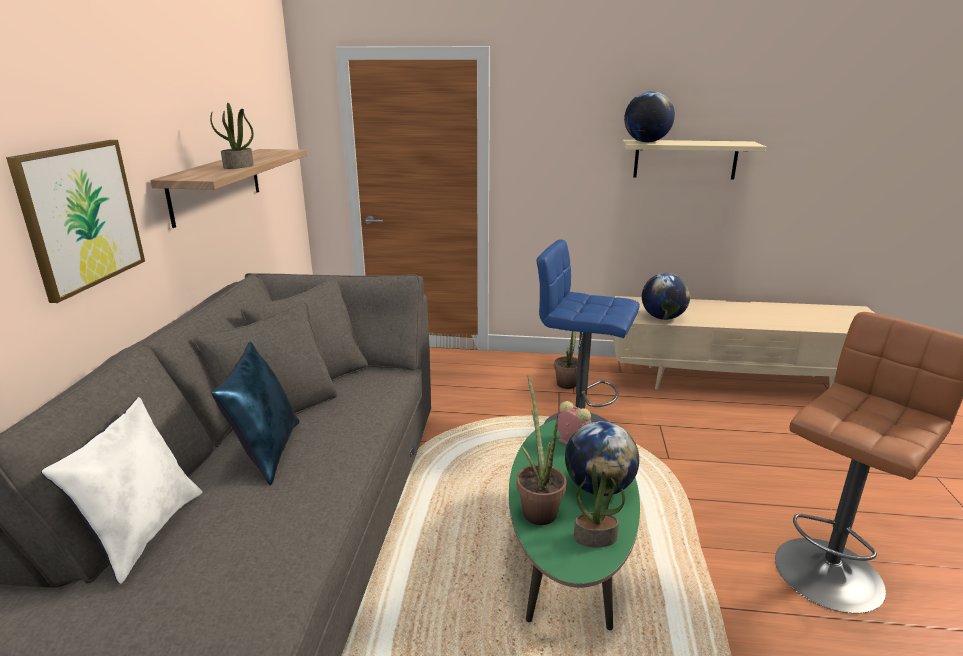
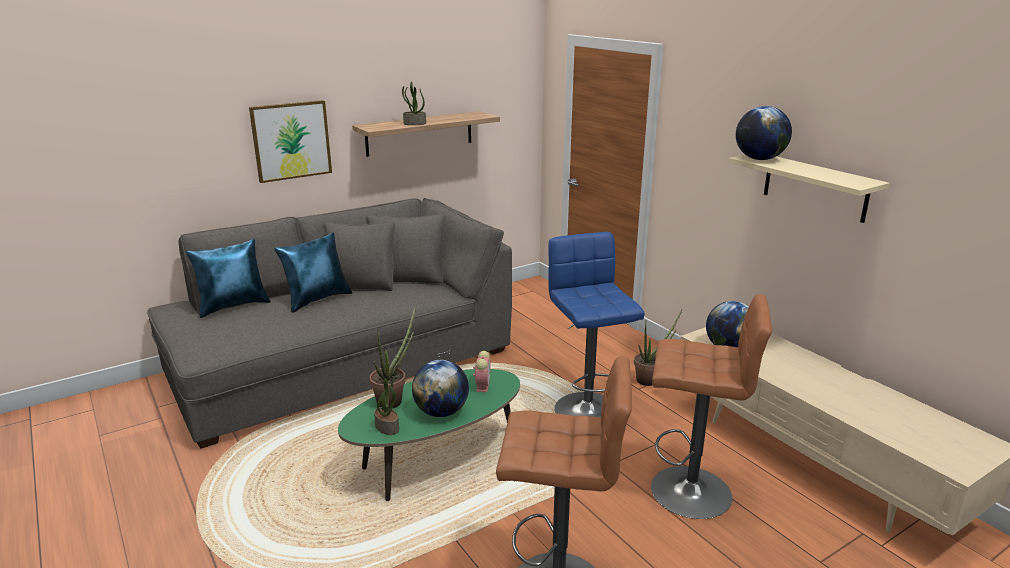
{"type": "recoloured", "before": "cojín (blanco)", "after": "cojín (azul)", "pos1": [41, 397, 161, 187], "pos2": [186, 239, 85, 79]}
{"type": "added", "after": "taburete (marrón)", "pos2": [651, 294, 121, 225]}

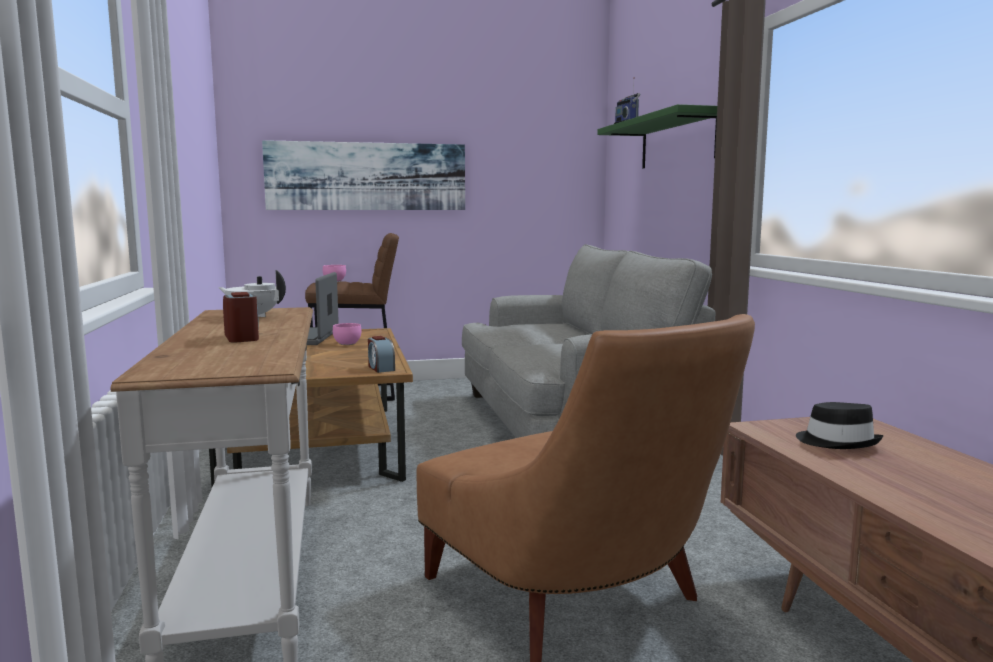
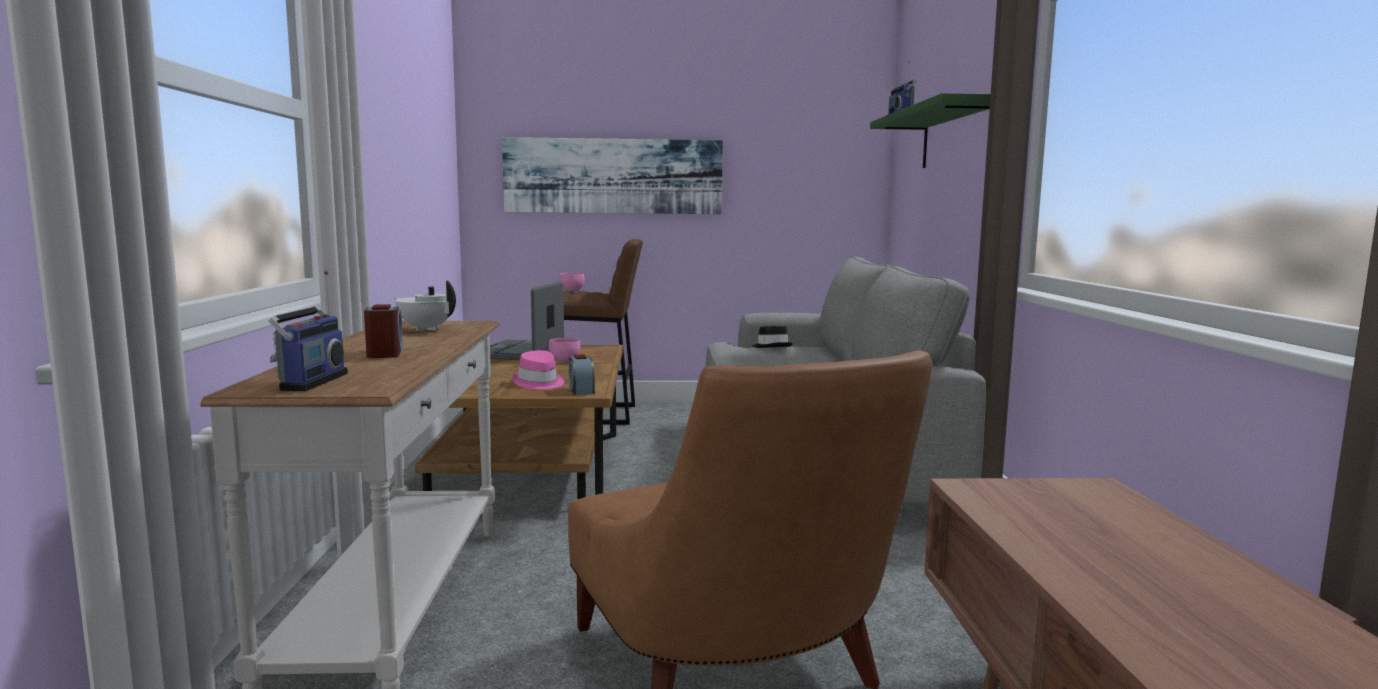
{"type": "moved", "before": "sombrero (negro)", "pos1": [796, 402, 87, 47], "pos2": [752, 326, 41, 22]}
{"type": "added", "after": "radio", "pos2": [269, 271, 79, 120]}
{"type": "added", "after": "sombrero (rosa)", "pos2": [512, 350, 52, 39]}

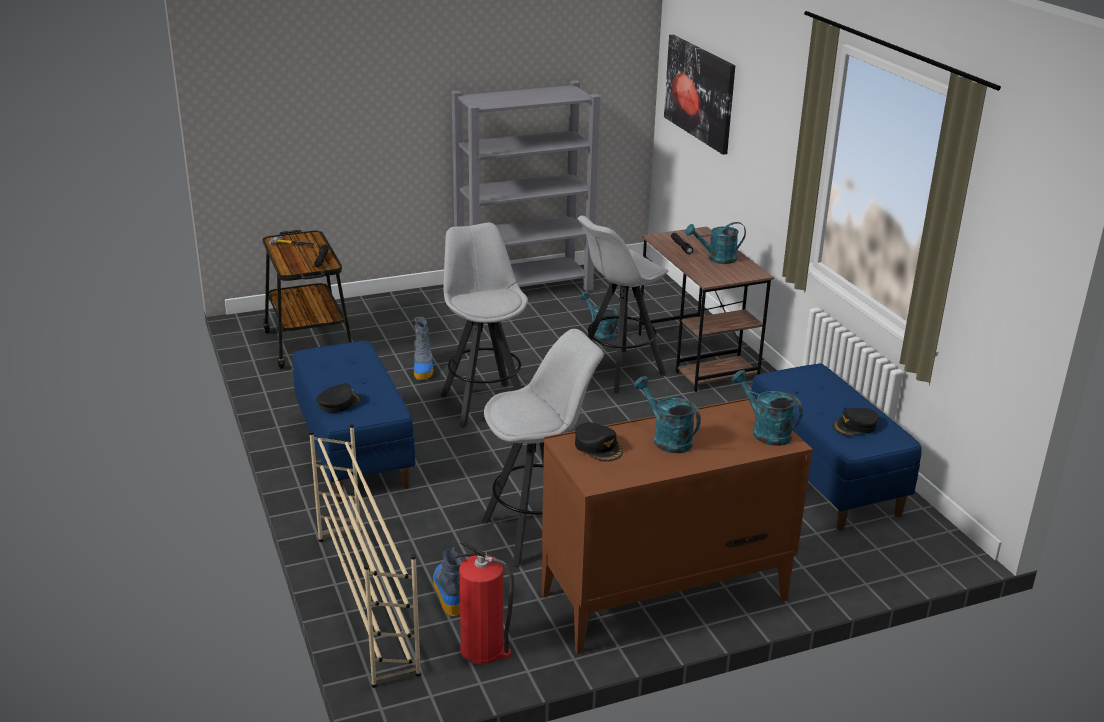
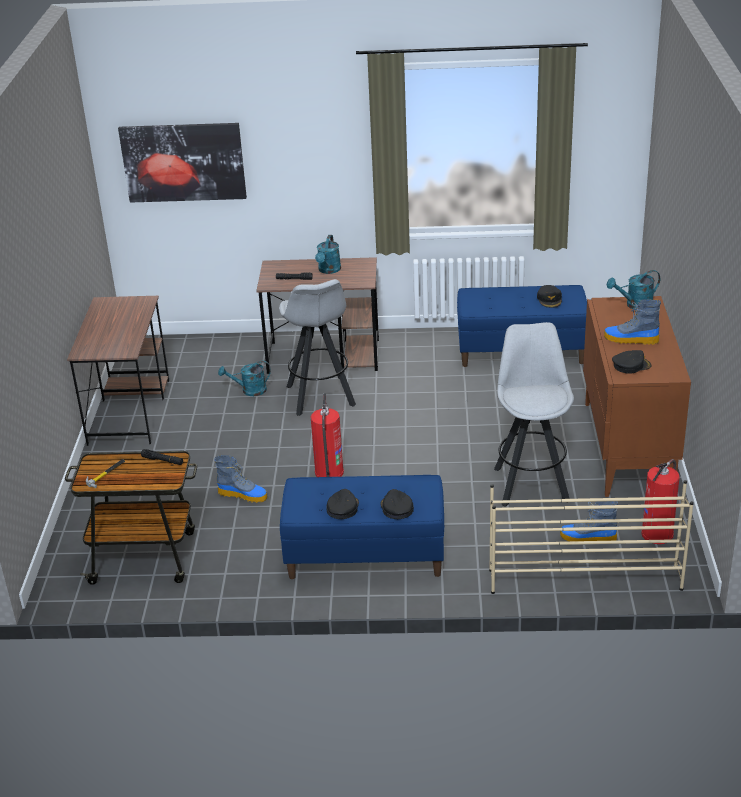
{"type": "replaced", "before": "estantería (gris)", "after": "escritorio (marrón)", "pos1": [452, 80, 149, 211], "pos2": [67, 296, 102, 150]}
{"type": "replaced", "before": "taburete (gris)", "after": "extintor", "pos1": [441, 223, 87, 205], "pos2": [311, 393, 33, 84]}
{"type": "replaced", "before": "regadera (turquesa)", "after": "bota", "pos1": [634, 376, 67, 77], "pos2": [604, 300, 57, 45]}
{"type": "added", "after": "gorra (negro)", "pos2": [326, 489, 33, 30]}

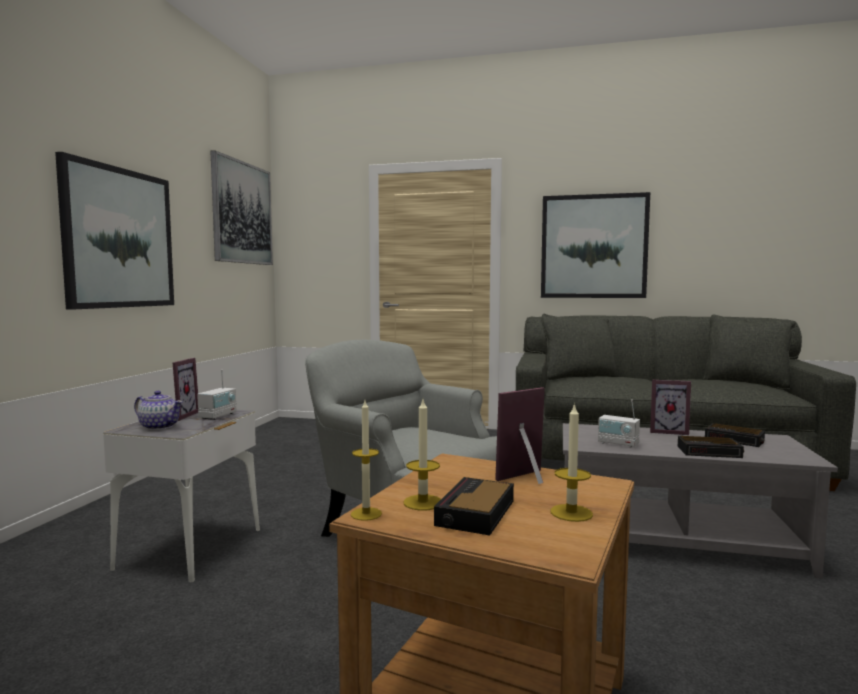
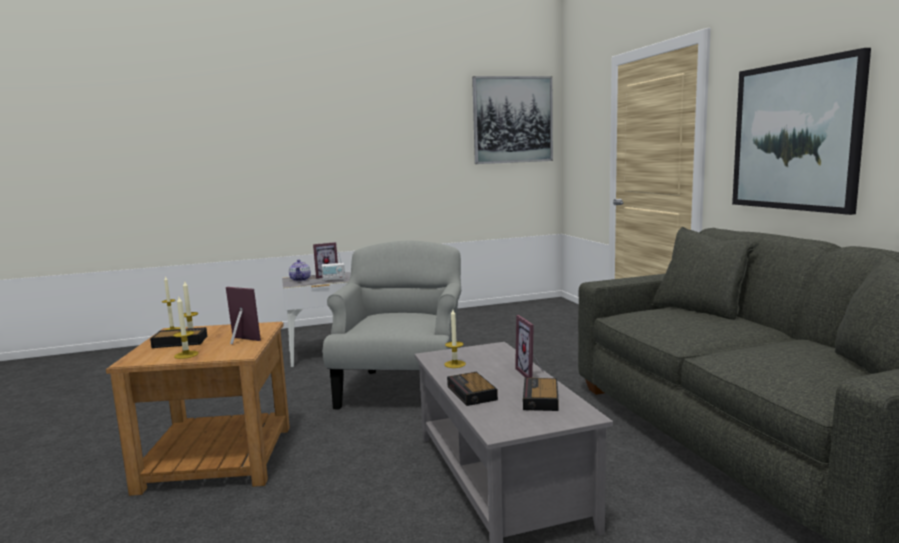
{"type": "removed", "before": "cuadro", "pos1": [55, 152, 119, 158]}
{"type": "replaced", "before": "radio", "after": "vela", "pos1": [598, 399, 42, 49], "pos2": [445, 310, 21, 58]}

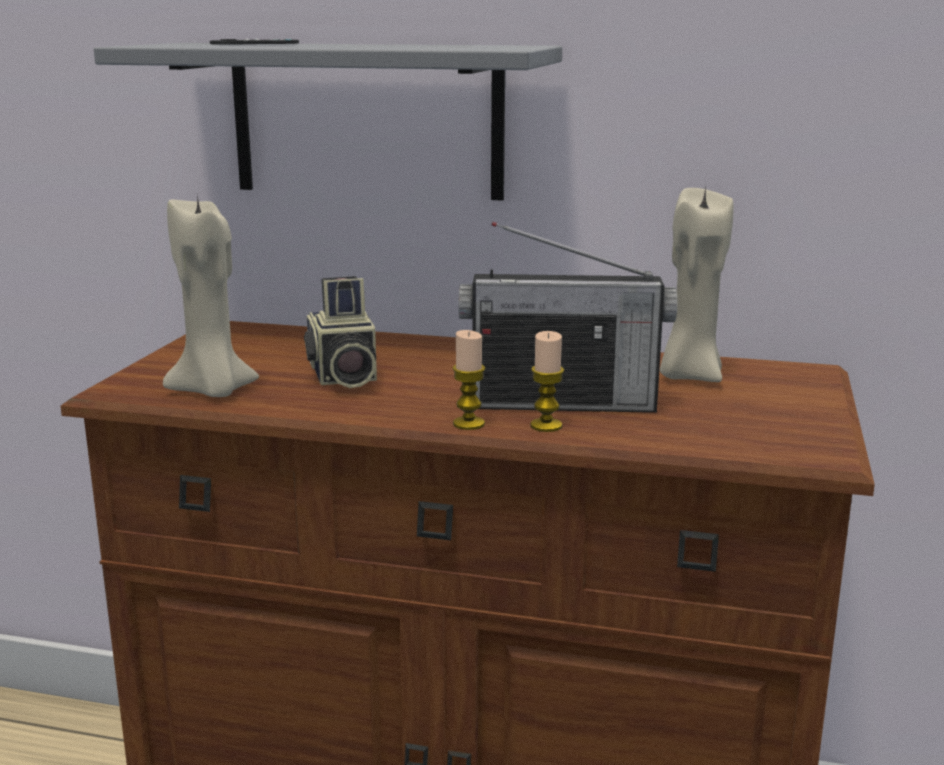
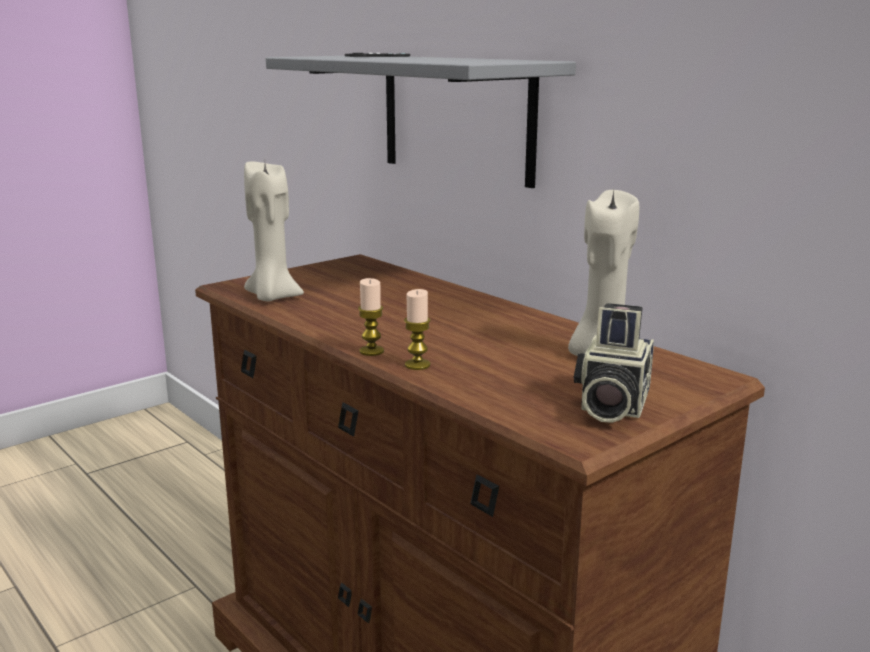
{"type": "removed", "before": "radio", "pos1": [459, 222, 218, 191]}
{"type": "moved", "before": "cámara", "pos1": [304, 276, 73, 112], "pos2": [574, 303, 80, 120]}

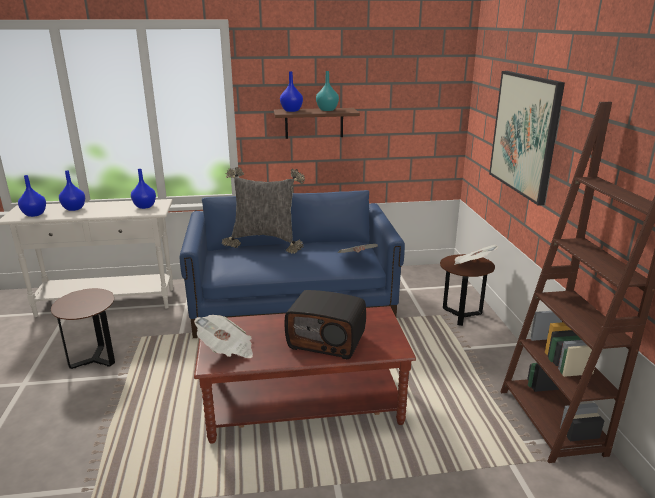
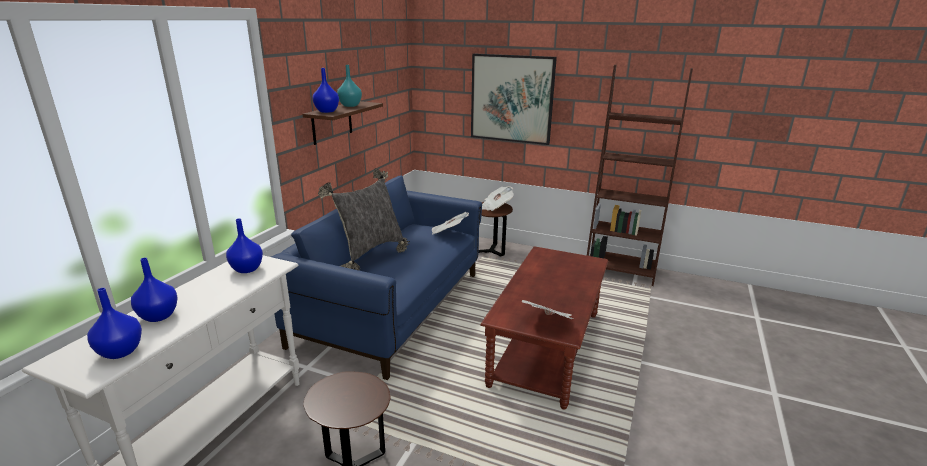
{"type": "removed", "before": "radio", "pos1": [285, 290, 81, 69]}

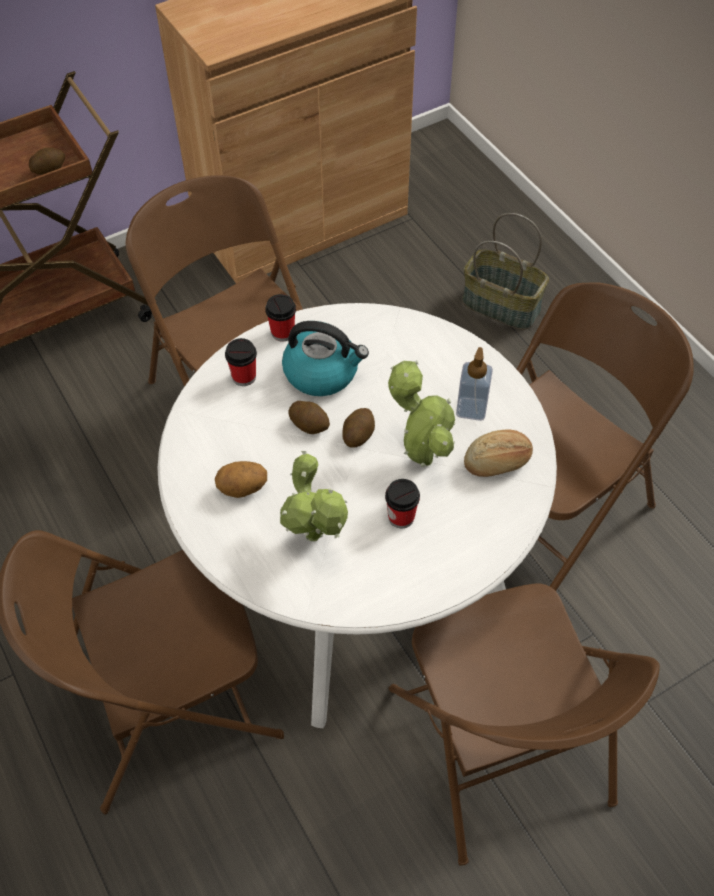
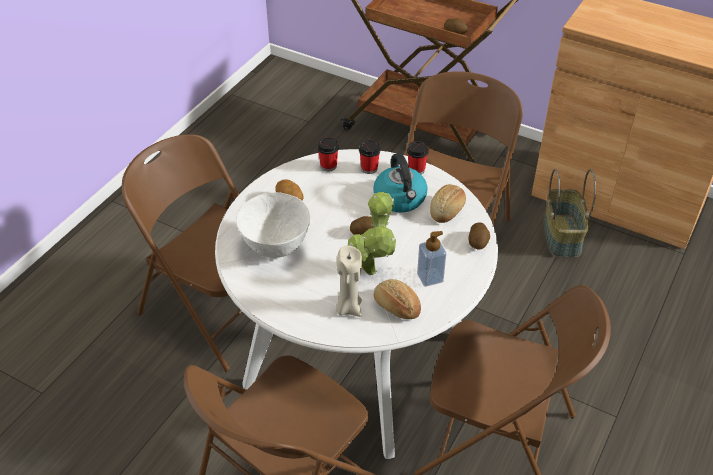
{"type": "moved", "before": "cesta", "pos1": [462, 213, 87, 117], "pos2": [543, 169, 53, 88]}
{"type": "moved", "before": "patata", "pos1": [288, 401, 42, 33], "pos2": [468, 223, 22, 27]}
{"type": "replaced", "before": "planta en maceta", "after": "cuenco (blanco)", "pos1": [280, 451, 68, 90], "pos2": [236, 192, 75, 66]}
{"type": "moved", "before": "taza", "pos1": [385, 479, 35, 49], "pos2": [317, 137, 22, 34]}
{"type": "added", "after": "pan", "pos2": [430, 184, 36, 39]}
{"type": "added", "after": "vela (beis)", "pos2": [336, 245, 26, 72]}

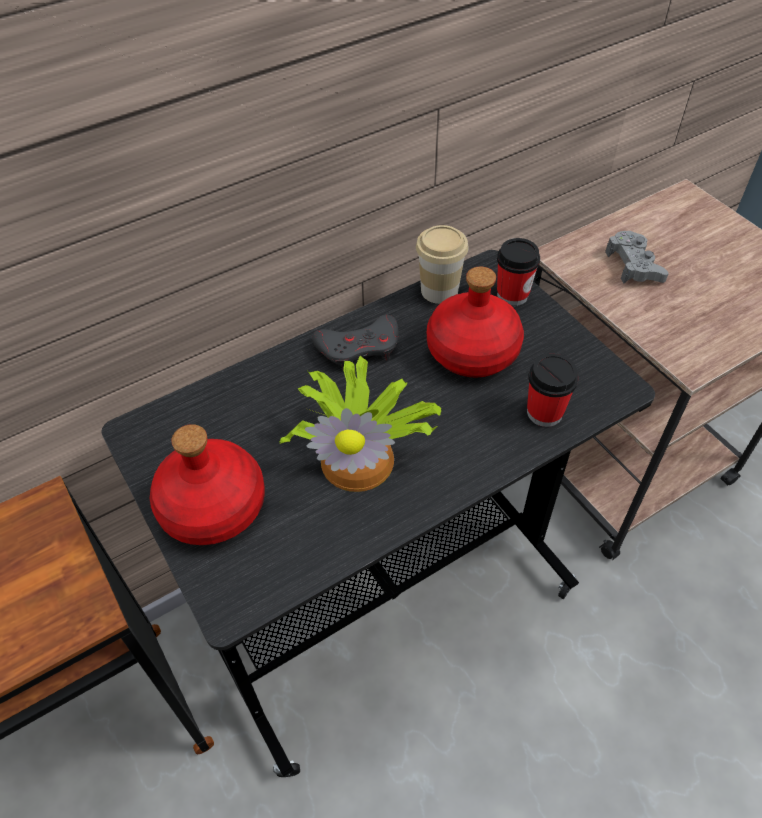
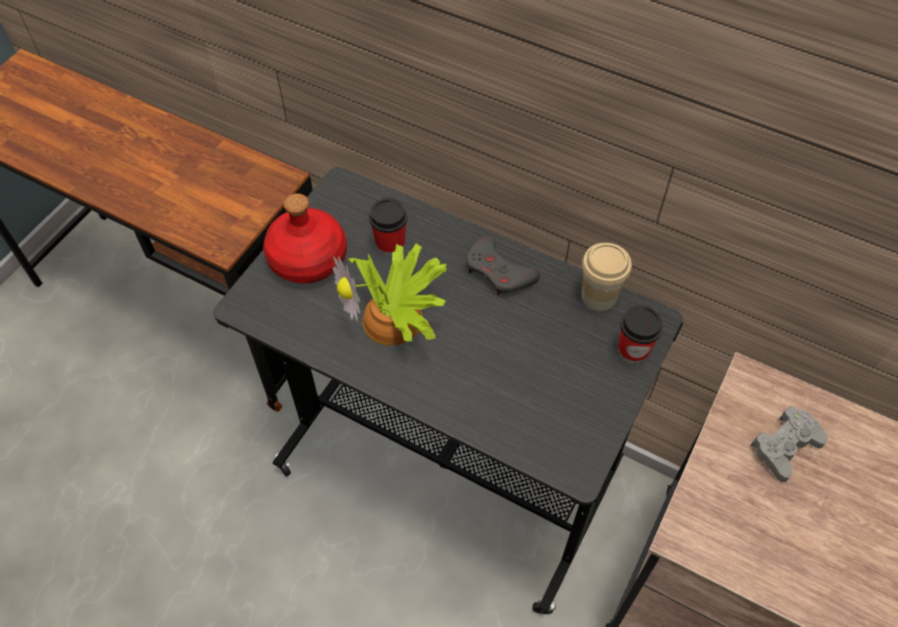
{"type": "removed", "before": "botella (rojo)", "pos1": [427, 267, 97, 111]}
{"type": "moved", "before": "taza", "pos1": [527, 354, 51, 73], "pos2": [369, 198, 38, 58]}

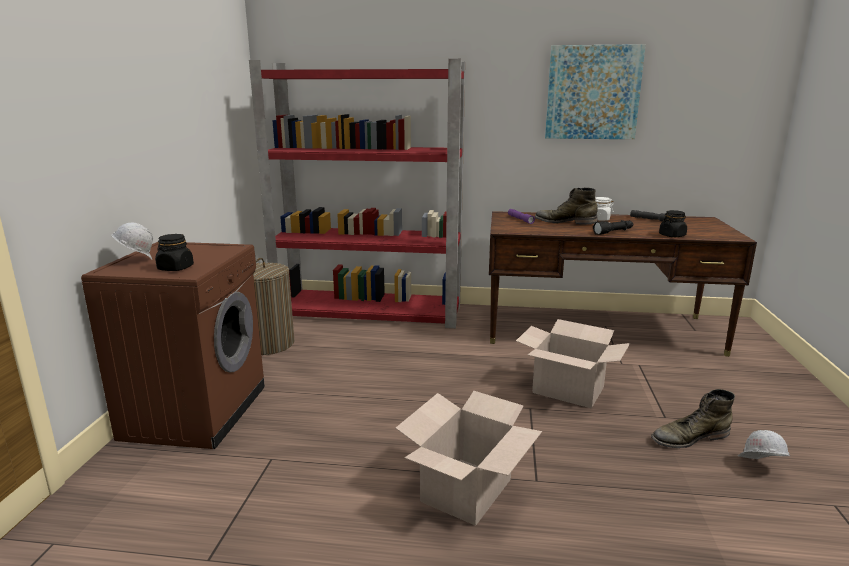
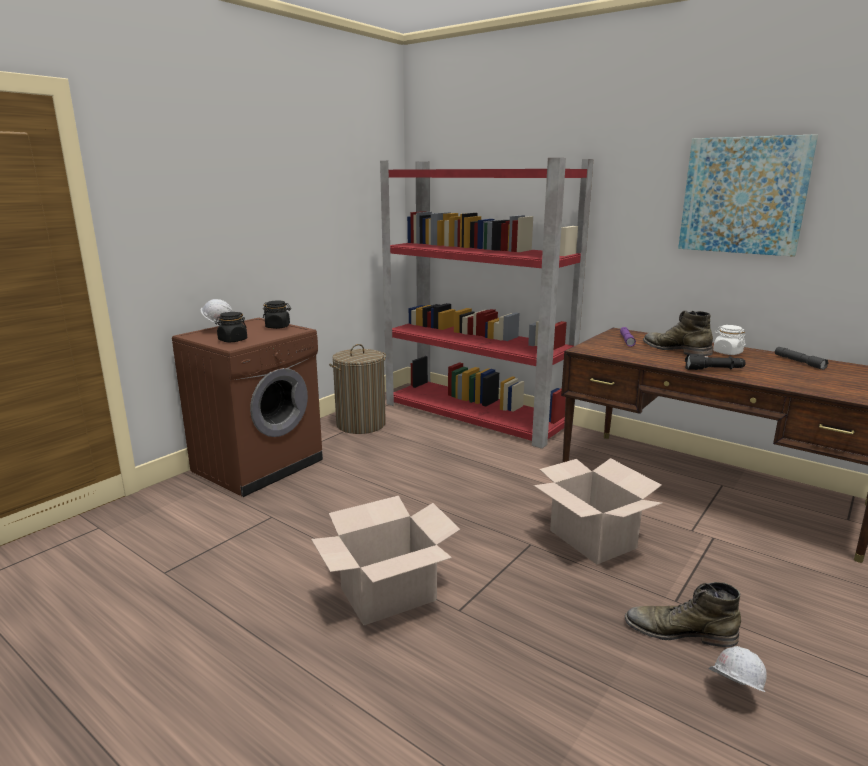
{"type": "moved", "before": "tarro (negro)", "pos1": [659, 210, 28, 27], "pos2": [263, 301, 28, 28]}

